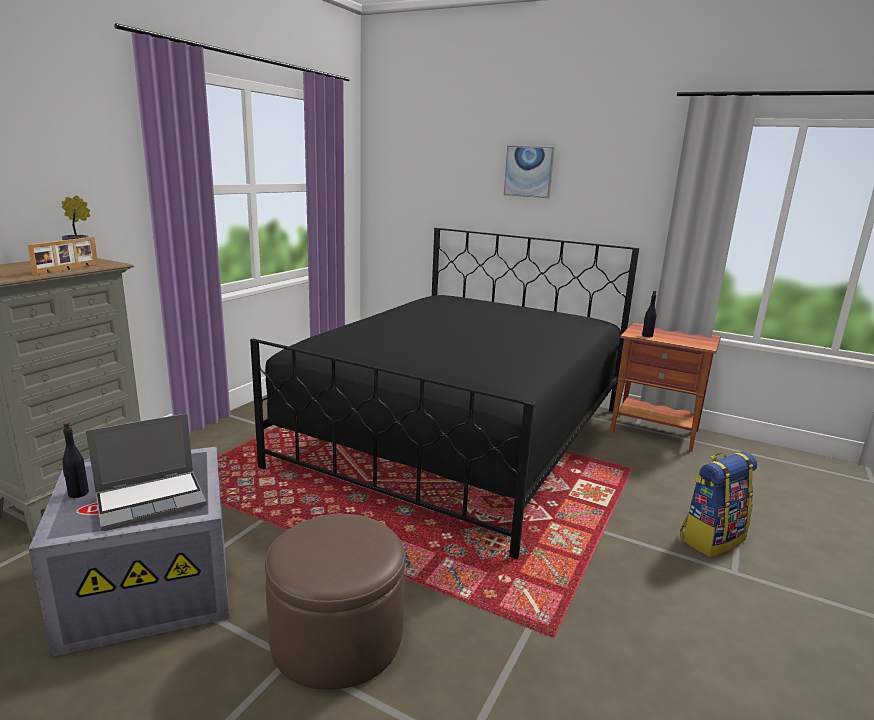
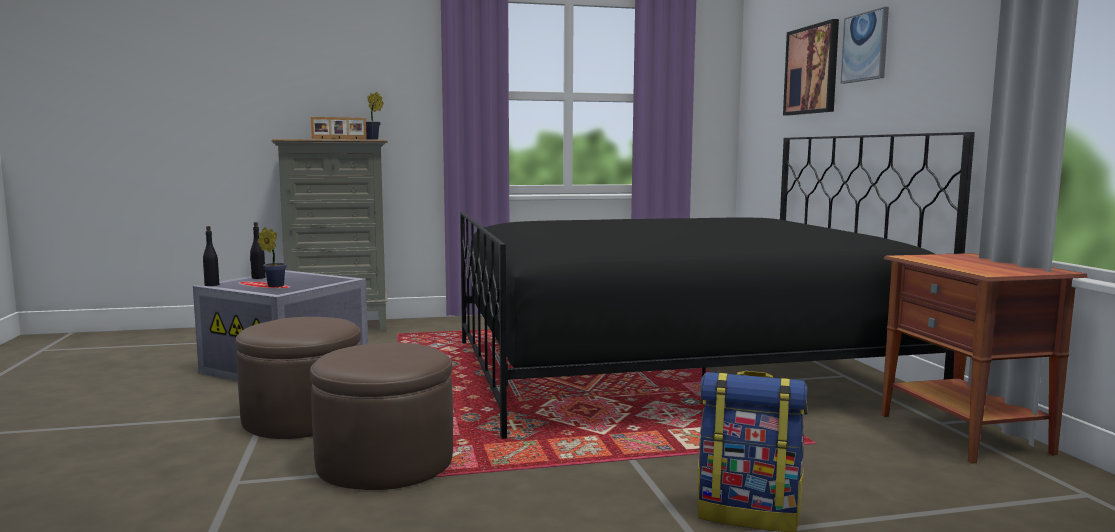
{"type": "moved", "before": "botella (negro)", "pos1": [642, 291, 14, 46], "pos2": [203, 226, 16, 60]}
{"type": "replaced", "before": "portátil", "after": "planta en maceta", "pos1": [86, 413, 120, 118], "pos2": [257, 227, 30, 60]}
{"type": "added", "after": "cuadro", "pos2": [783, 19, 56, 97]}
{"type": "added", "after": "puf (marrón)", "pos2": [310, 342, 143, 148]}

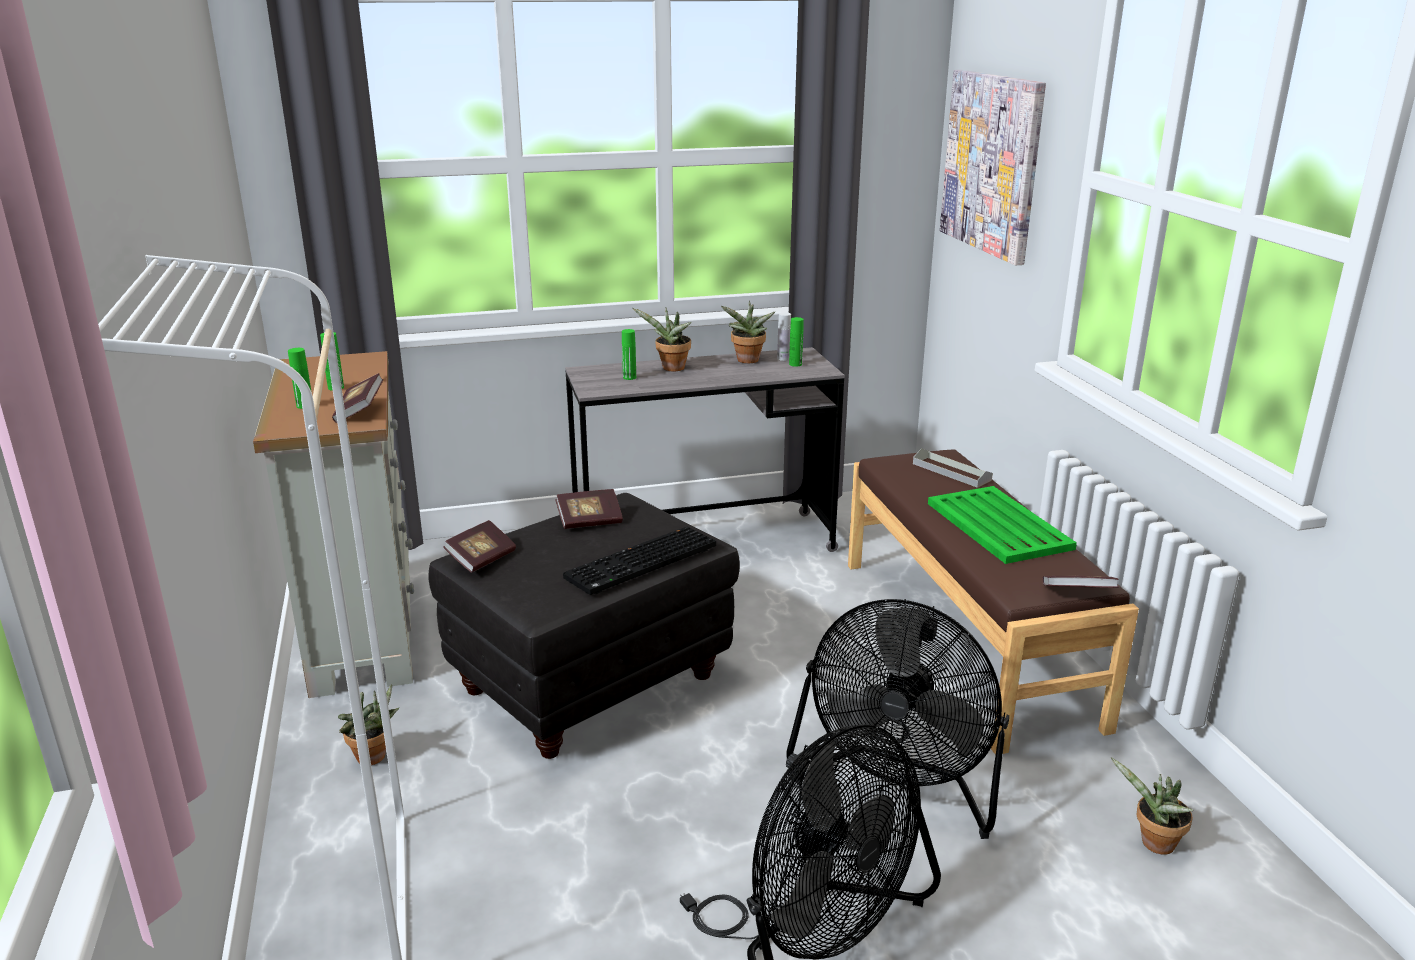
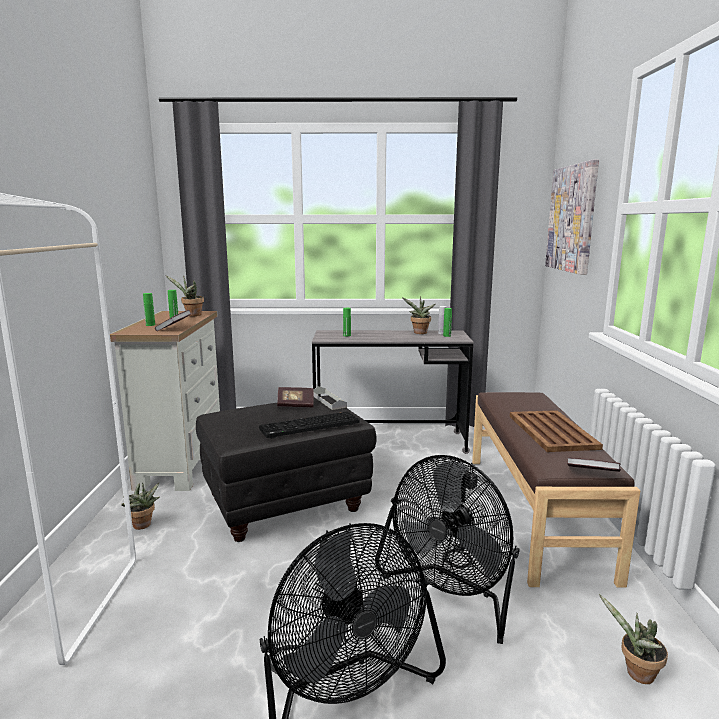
{"type": "moved", "before": "planta en maceta", "pos1": [632, 307, 60, 64], "pos2": [165, 275, 39, 41]}
{"type": "moved", "before": "bandeja (gris)", "pos1": [913, 448, 80, 40], "pos2": [313, 386, 34, 24]}
{"type": "recoloured", "before": "bandeja (verde)", "after": "bandeja (marrón)", "pos1": [928, 486, 149, 78], "pos2": [510, 410, 93, 42]}
{"type": "removed", "before": "libro", "pos1": [443, 520, 73, 53]}

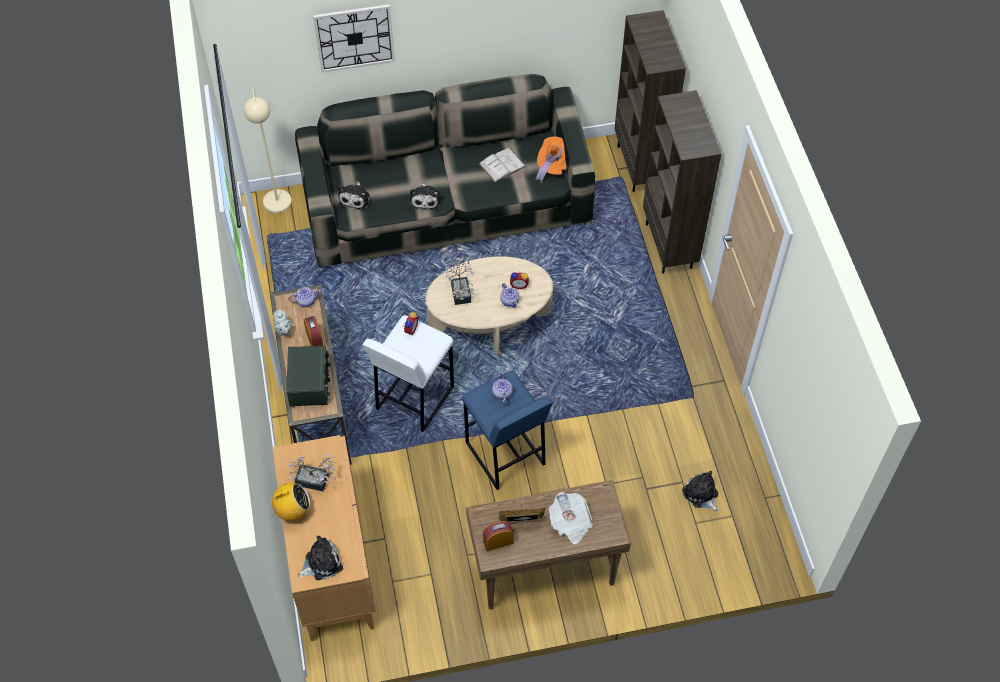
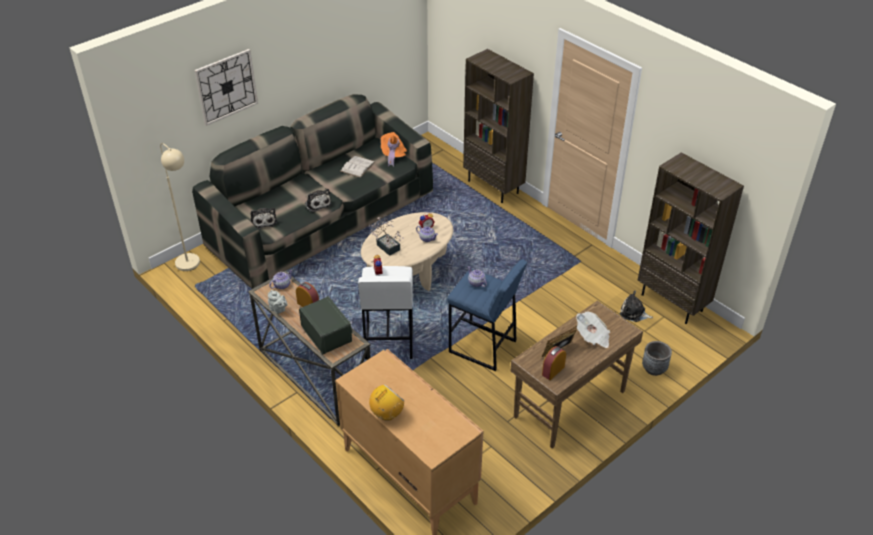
{"type": "moved", "before": "estantería (marrón)", "pos1": [615, 10, 71, 182], "pos2": [638, 152, 106, 172]}
{"type": "removed", "before": "planta en maceta", "pos1": [287, 454, 49, 37]}
{"type": "removed", "before": "peluche", "pos1": [298, 536, 45, 44]}
{"type": "added", "after": "maceta (gris)", "pos2": [642, 341, 30, 35]}

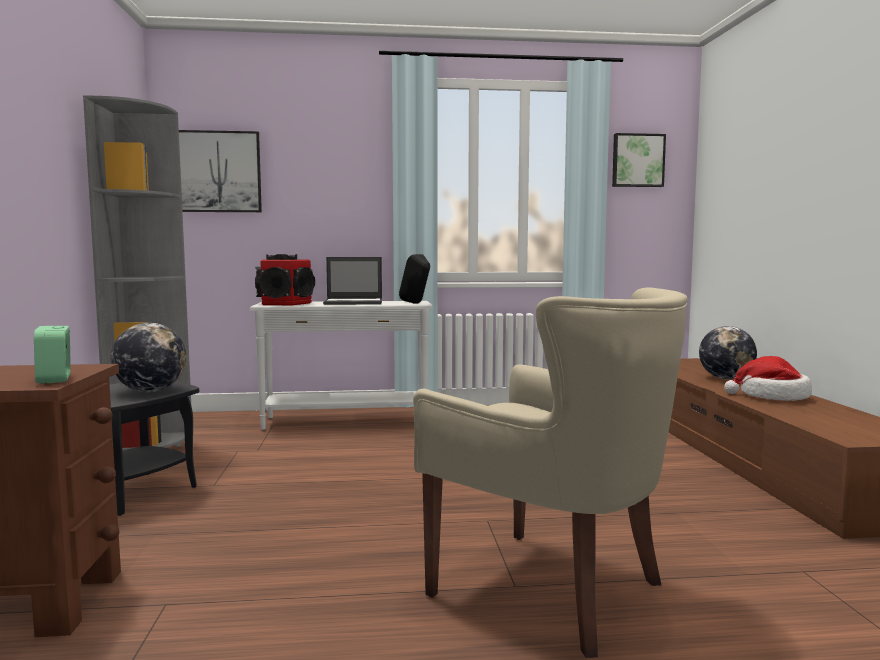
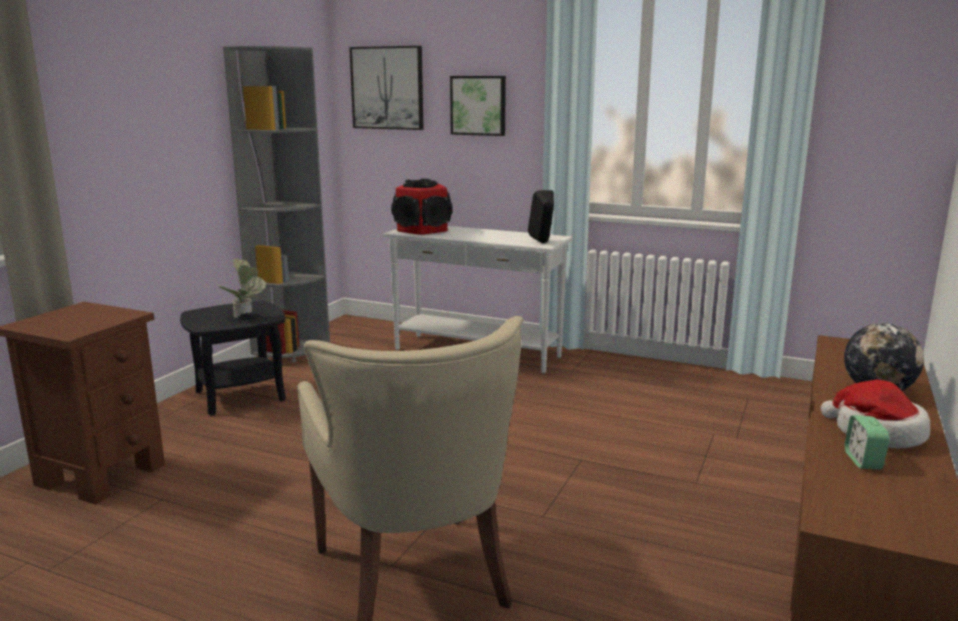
{"type": "moved", "before": "cuadro", "pos1": [612, 133, 54, 54], "pos2": [450, 76, 56, 60]}
{"type": "removed", "before": "portátil", "pos1": [323, 257, 59, 48]}
{"type": "replaced", "before": "globo terráqueo", "after": "planta en maceta", "pos1": [111, 323, 75, 69], "pos2": [217, 259, 49, 59]}
{"type": "moved", "before": "despertador", "pos1": [34, 326, 37, 58], "pos2": [844, 415, 46, 55]}

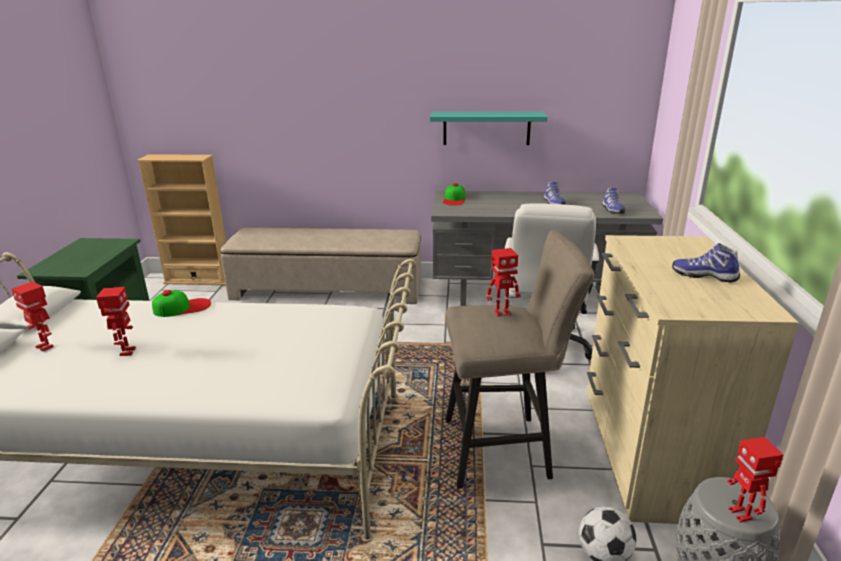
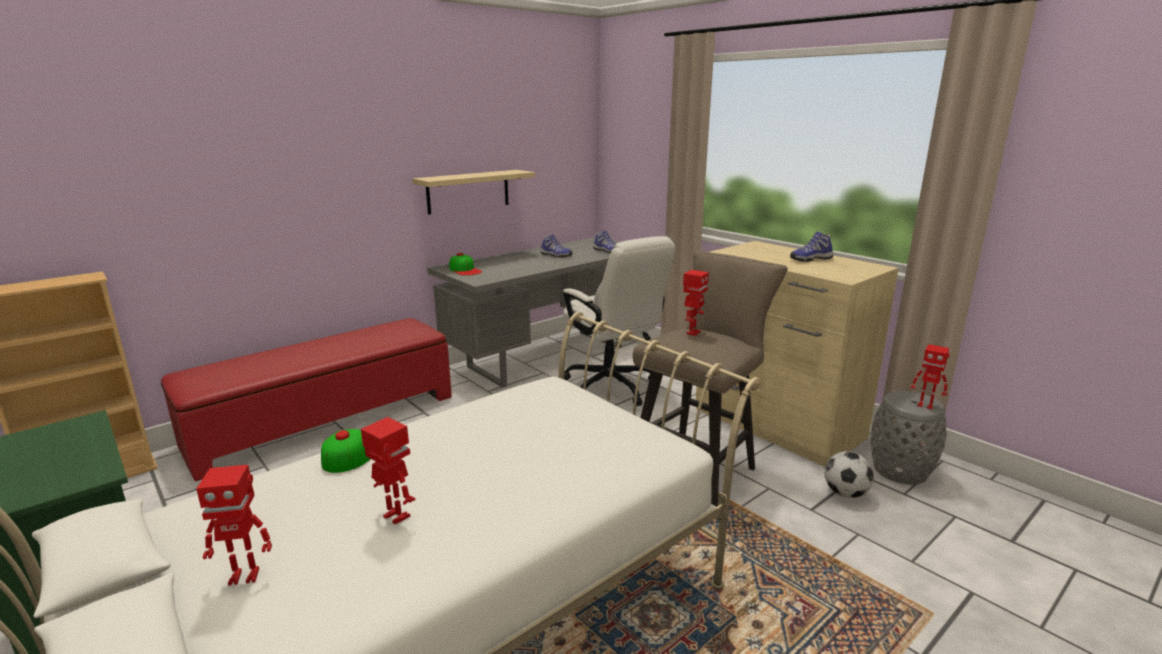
{"type": "recoloured", "before": "estante (turquesa)", "after": "estante (beis)", "pos1": [430, 112, 118, 33], "pos2": [412, 170, 123, 45]}
{"type": "recoloured", "before": "banco (beis)", "after": "banco (rojo)", "pos1": [221, 228, 200, 76], "pos2": [161, 318, 291, 163]}

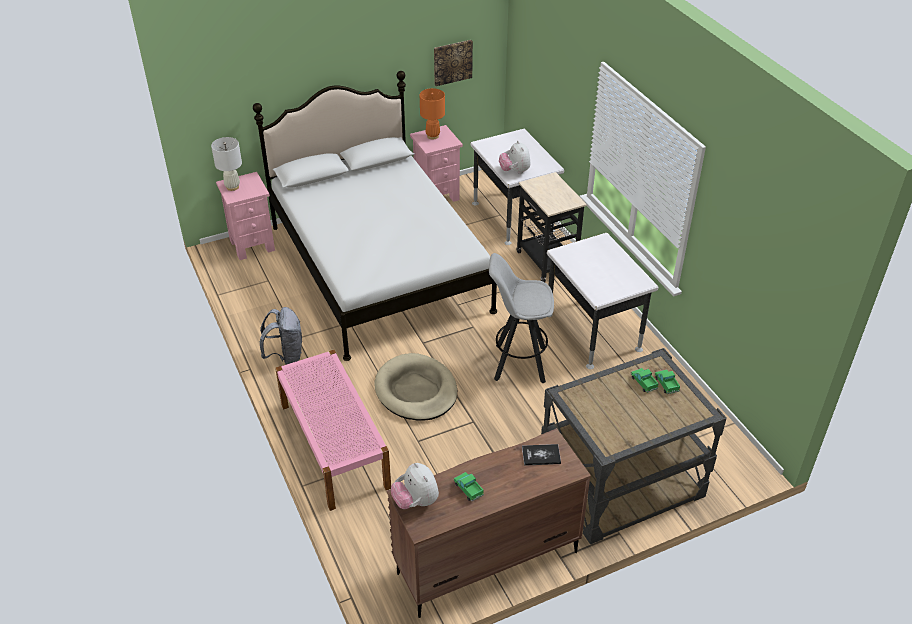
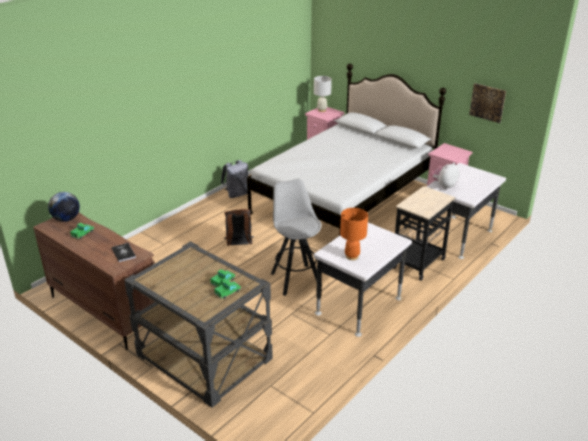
{"type": "moved", "before": "lámpara de mesa (naranja)", "pos1": [420, 88, 25, 52], "pos2": [340, 208, 28, 52]}
{"type": "removed", "before": "banco (rosa)", "pos1": [275, 349, 116, 162]}
{"type": "replaced", "before": "cama para perro (beis)", "after": "mochila (marrón)", "pos1": [375, 353, 82, 68], "pos2": [224, 209, 30, 37]}
{"type": "replaced", "before": "peluche", "after": "globo terráqueo", "pos1": [391, 463, 48, 46], "pos2": [48, 192, 32, 30]}

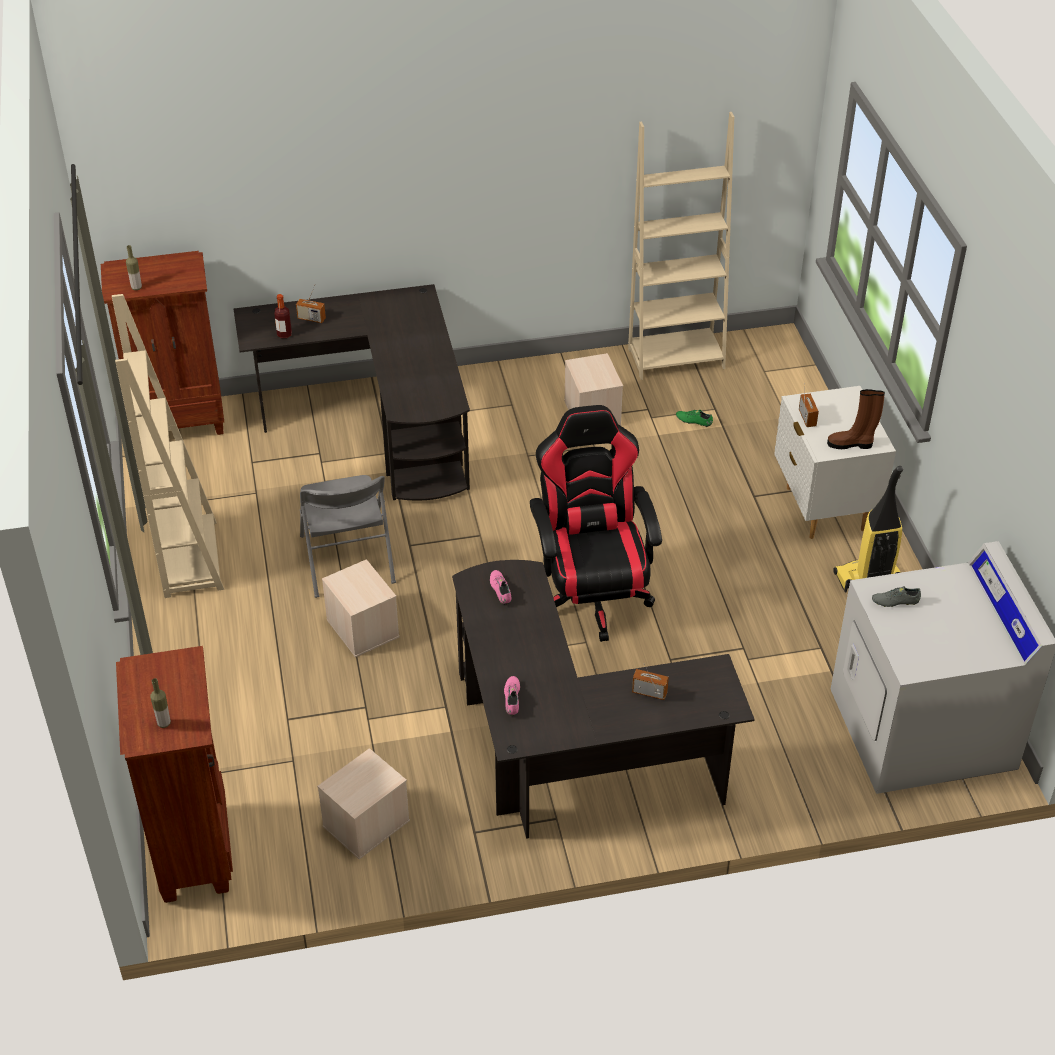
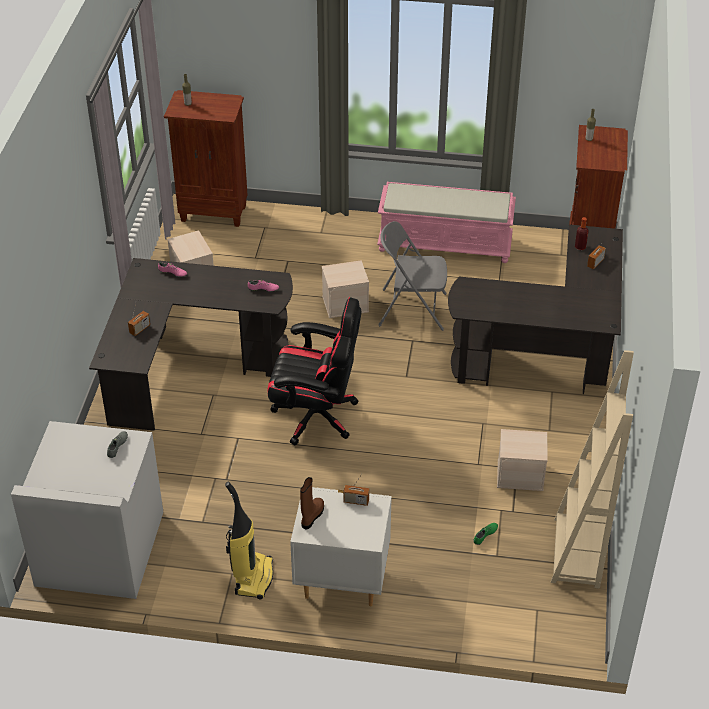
{"type": "replaced", "before": "estantería (beis)", "after": "banco (rosa)", "pos1": [112, 294, 112, 304], "pos2": [377, 182, 139, 81]}

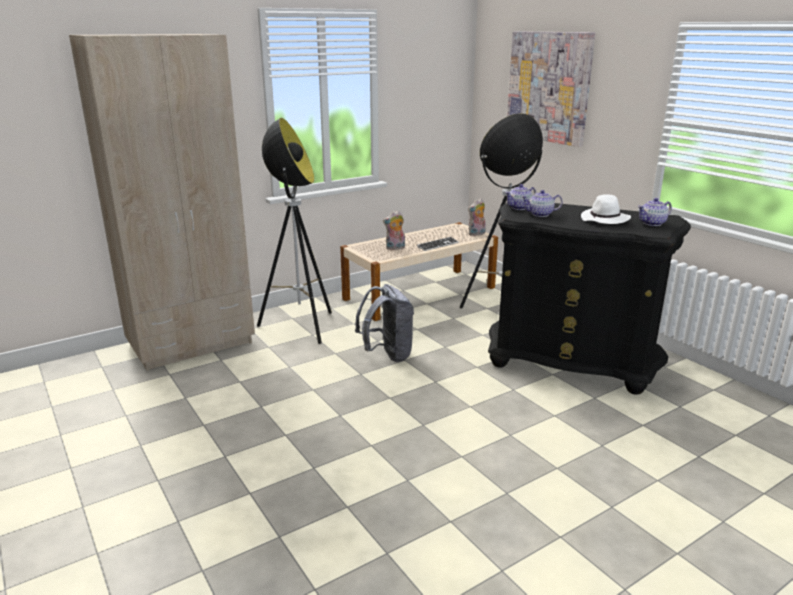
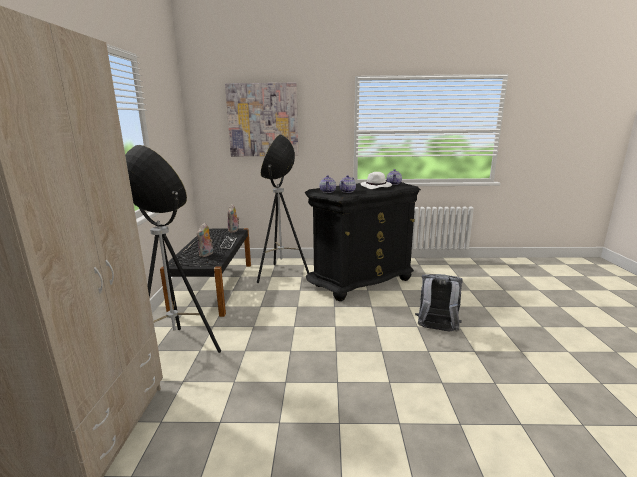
{"type": "recoloured", "before": "banco (beis)", "after": "banco (negro)", "pos1": [340, 222, 158, 99], "pos2": [160, 228, 91, 89]}
{"type": "moved", "before": "mochila (gris)", "pos1": [355, 284, 59, 78], "pos2": [415, 274, 48, 57]}

